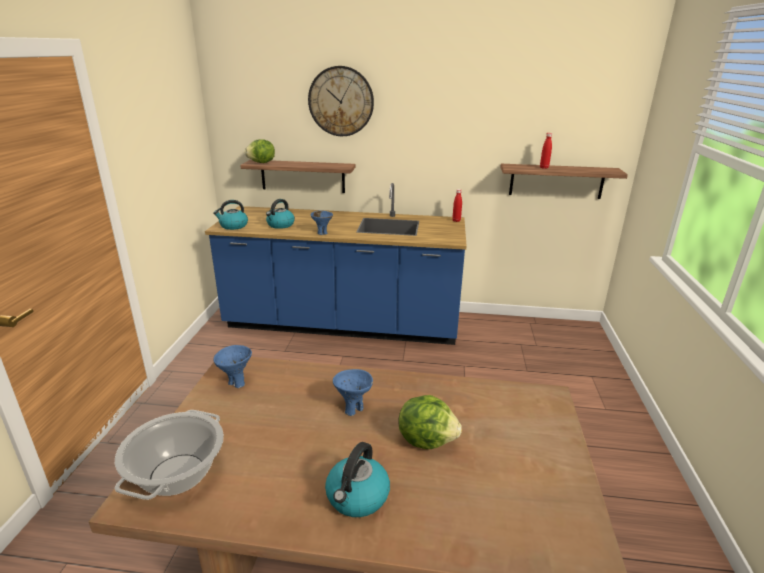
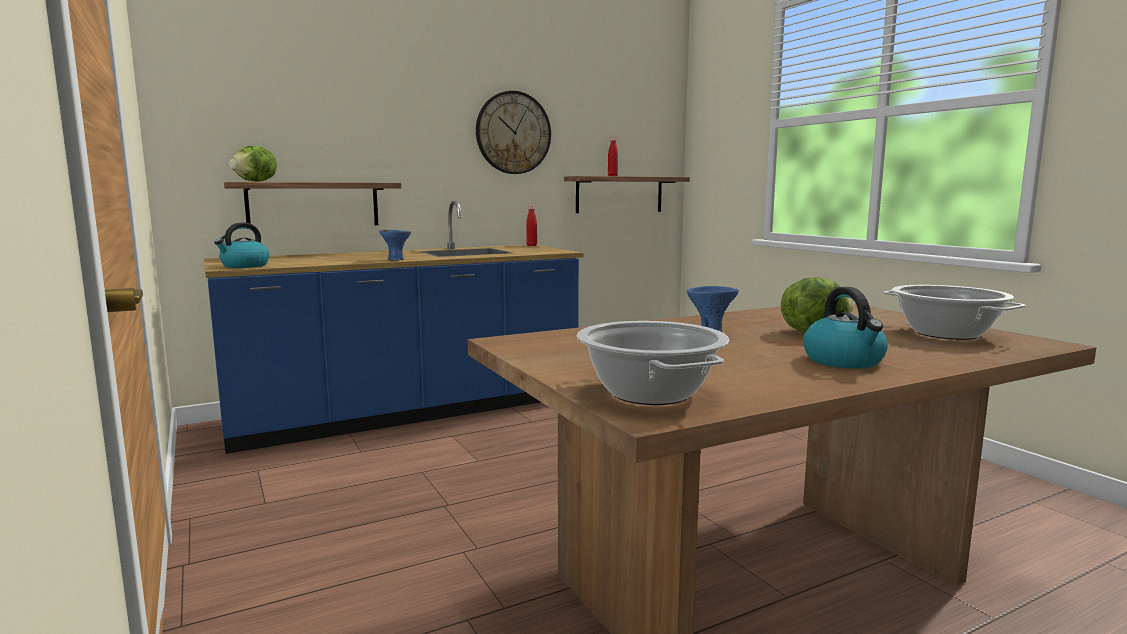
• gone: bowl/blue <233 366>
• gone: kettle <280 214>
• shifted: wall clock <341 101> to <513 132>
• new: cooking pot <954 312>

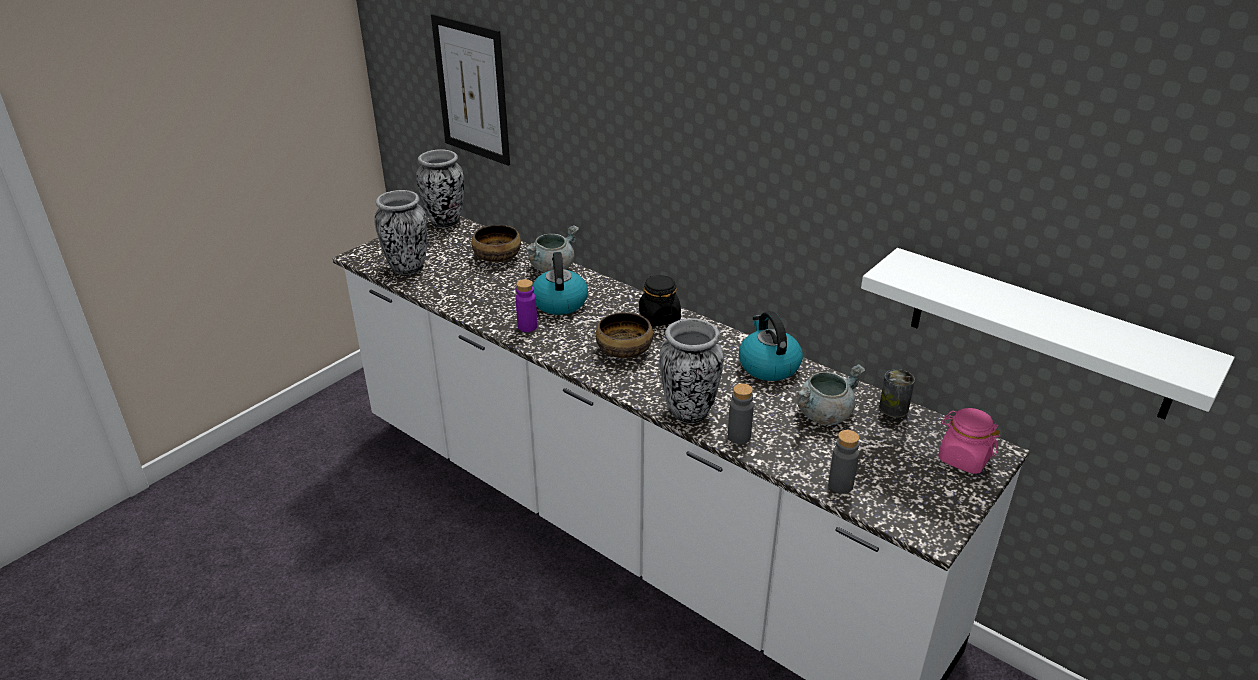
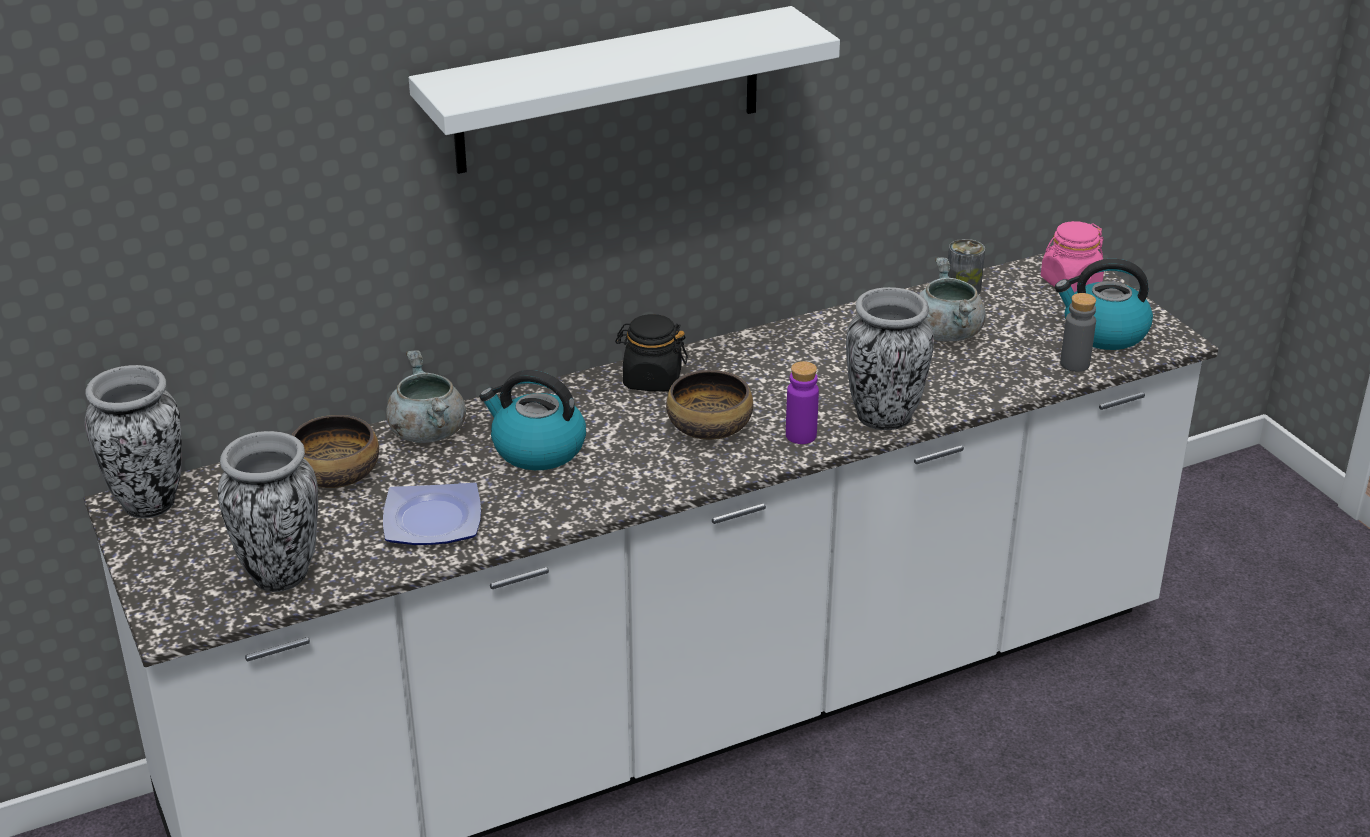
• gone: picture <470 90>
• shifted: bottle/purple <526 305> to <802 402>
• gone: bottle/grey <741 413>
• shifted: kettle <771 346> to <1104 304>
• shifted: shelf/white <1048 333> to <624 90>
• new: plate <432 514>

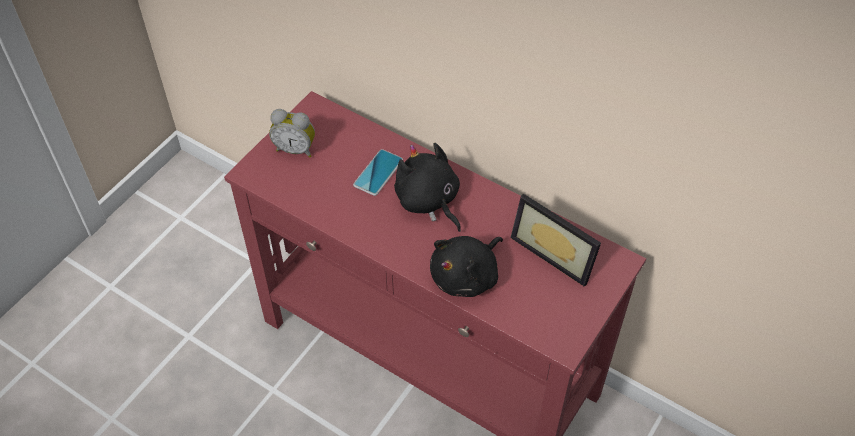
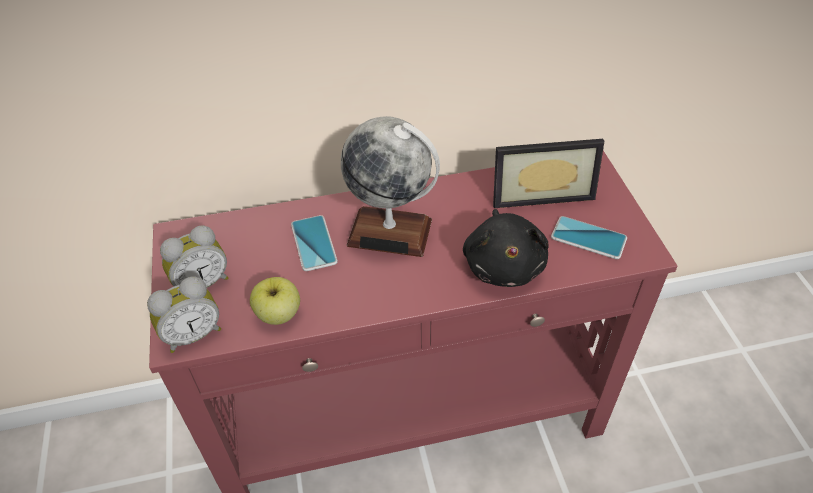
• swapped: plush toy/black <427 187> to globe <390 186>
• new: alarm clock <184 315>
• new: apple <275 301>
• new: phone <589 237>

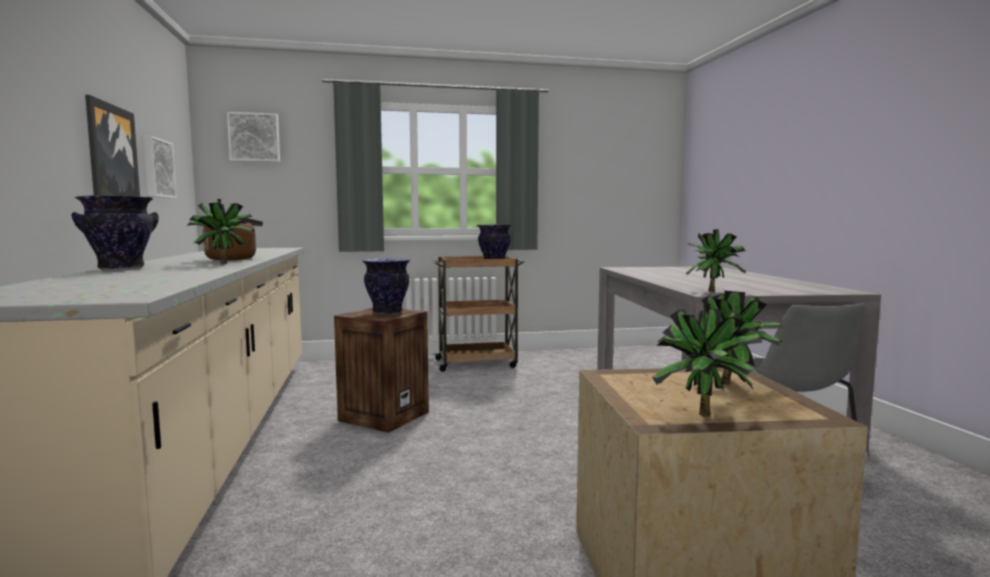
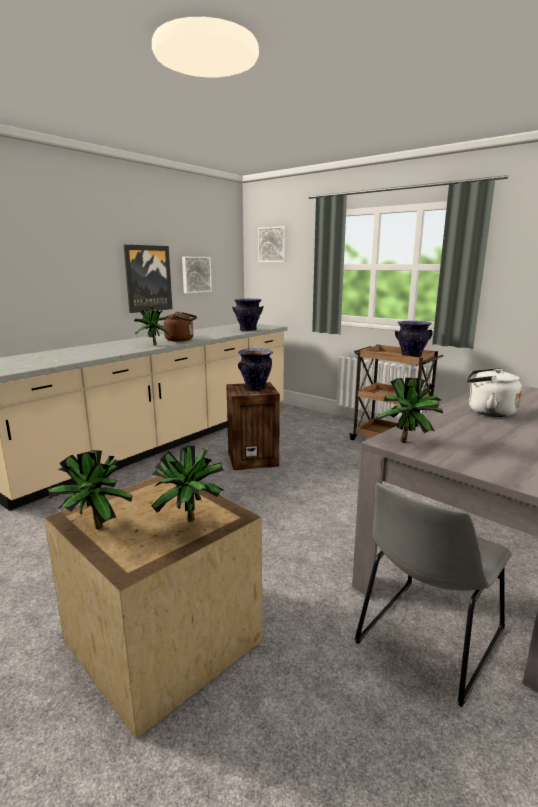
• shifted: vase <115 232> to <248 315>
• new: kettle/white <494 392>

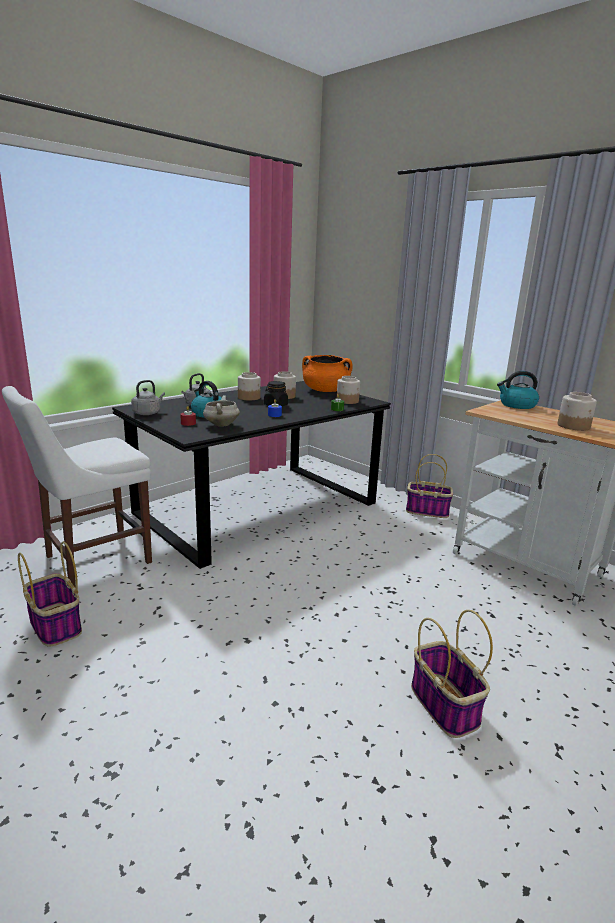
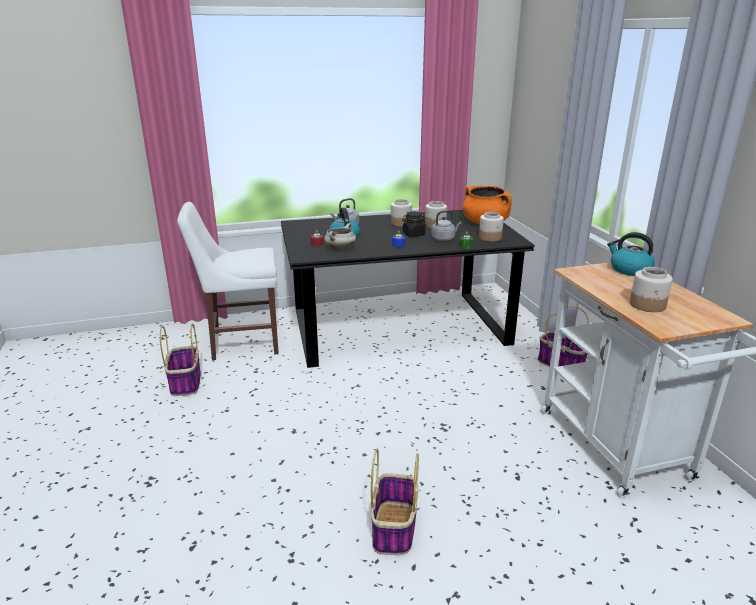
• shifted: kettle/grey <148 397> to <446 225>

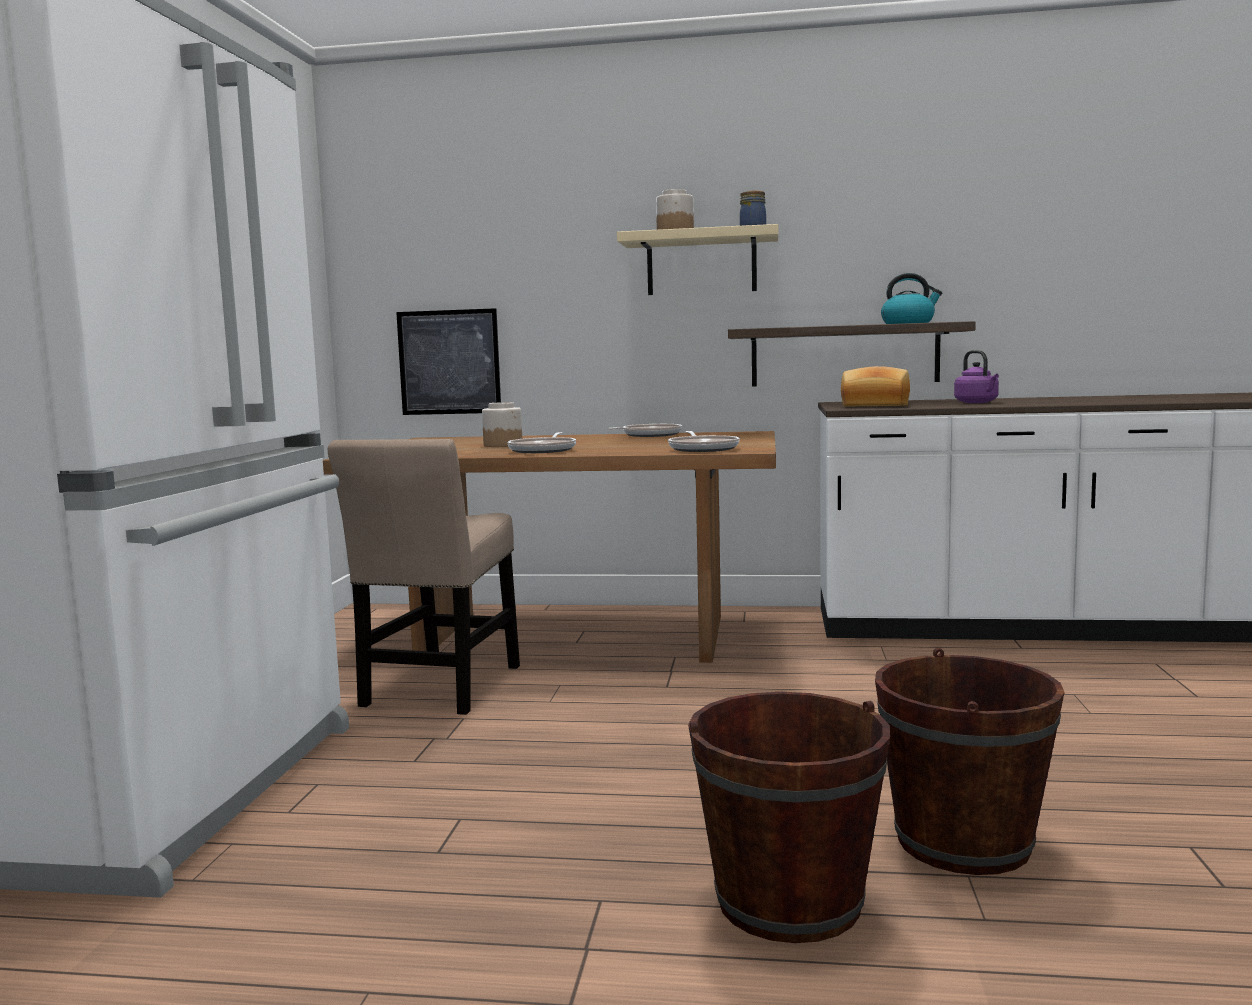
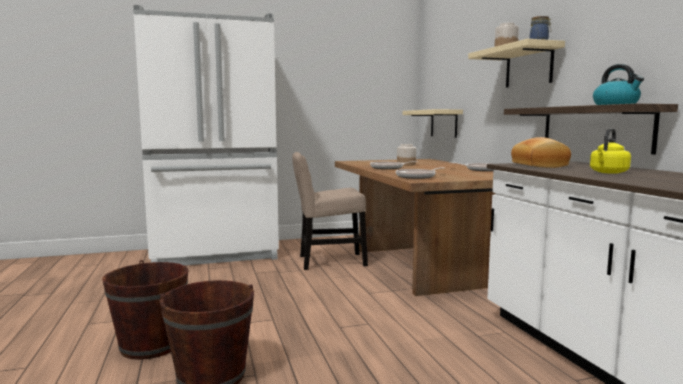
• swapped: picture <448 361> to shelf/beige <432 123>
• repainted: kettle/purple <976 376> to kettle/yellow <610 151>

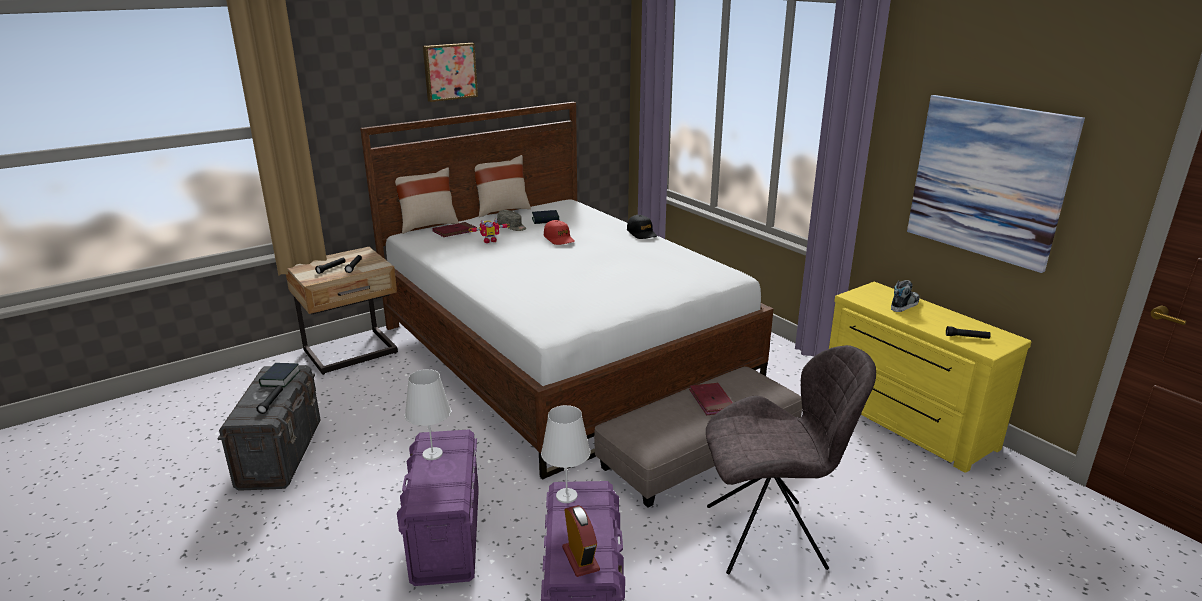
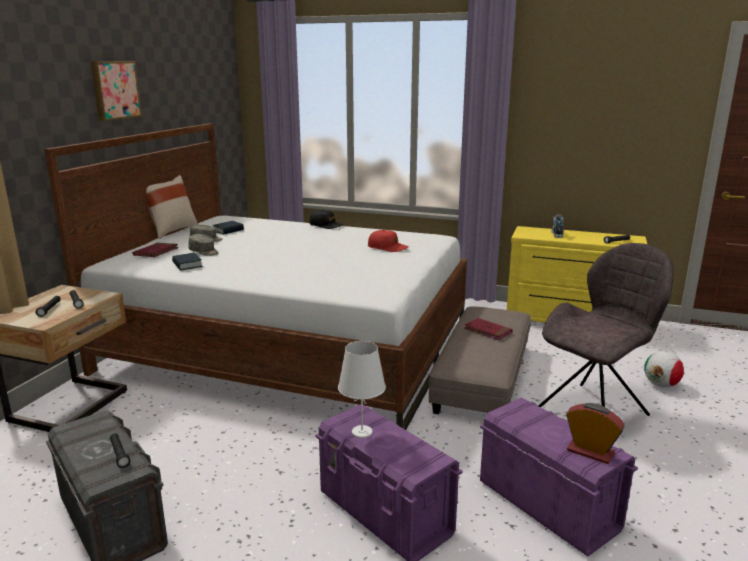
• shifted: book <280 375> to <187 262>
• gone: pillow/beige <427 200>
• swapped: toy robot <489 231> to cap/grey <203 245>
• gone: table lamp/white <566 454>
• shifted: cap/red <559 232> to <388 241>
• gone: picture <996 184>
• new: football <664 369>

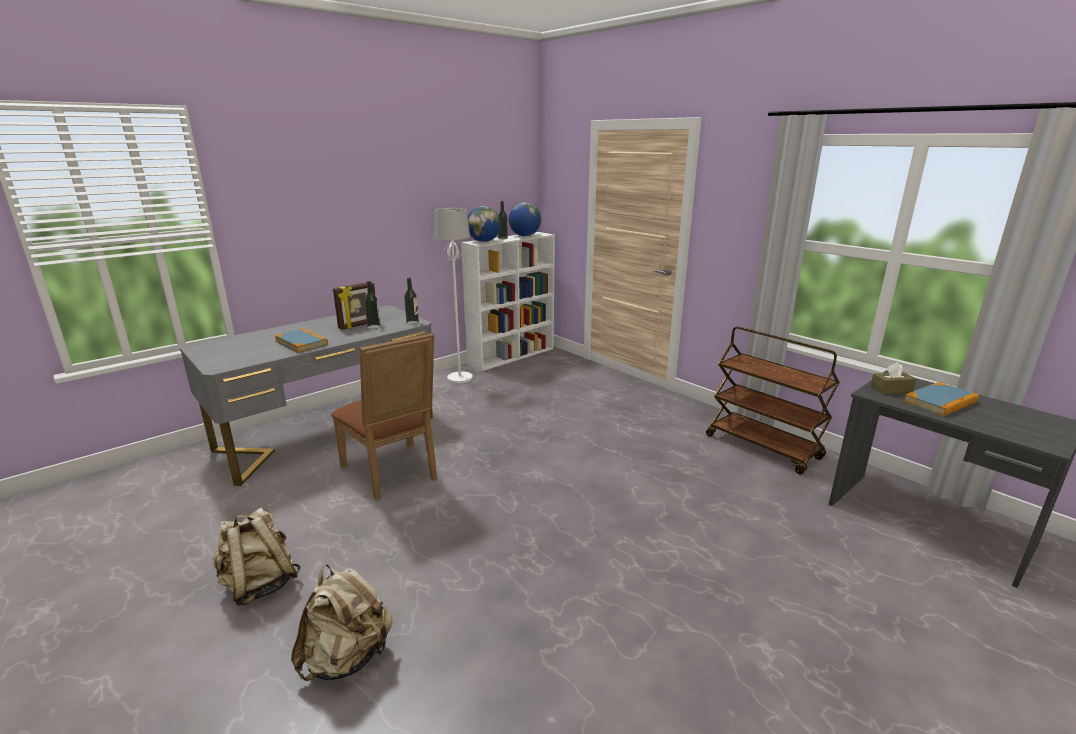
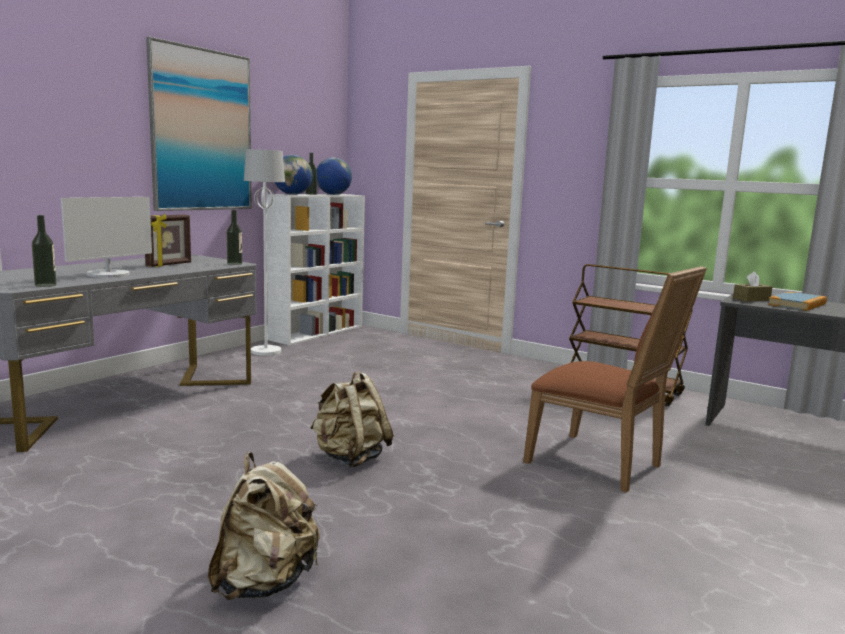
• shifted: backpack/beige <257 557> to <352 420>
• swapped: book <301 340> to monitor <106 237>
• shifted: chair/brown <384 416> to <615 379>
• shifted: bottle <372 305> to <44 251>
• new: picture <199 124>

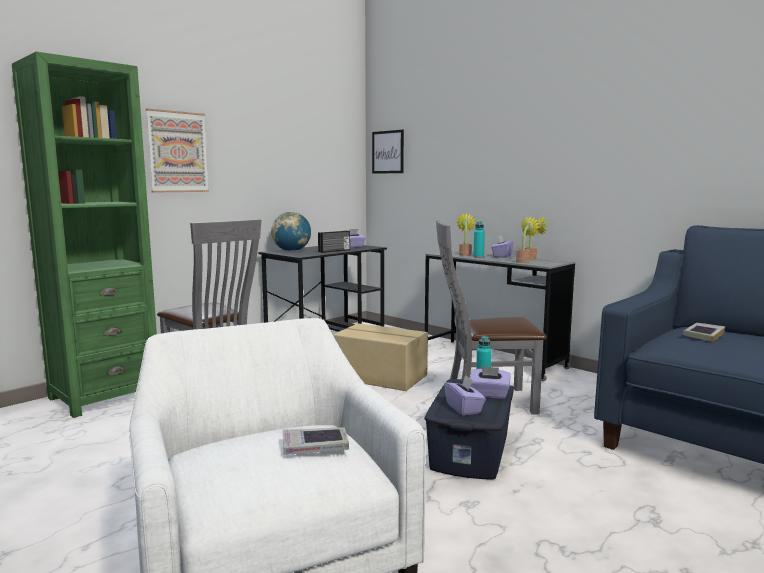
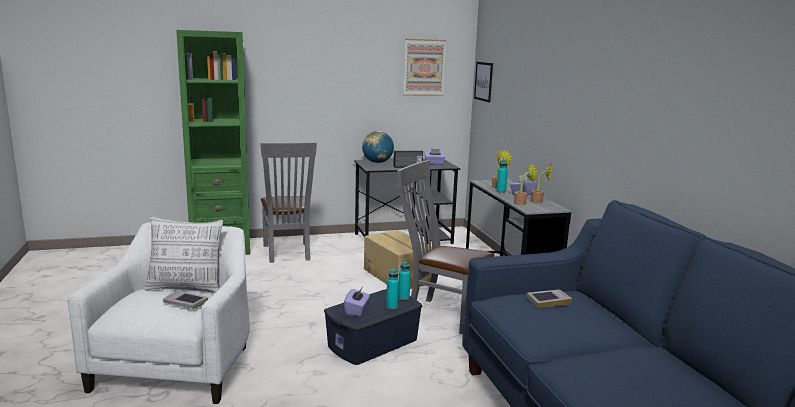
• shifted: picture <177 150> to <425 67>
• swapped: tissue box/purple <490 382> to bottle/turquoise <392 288>
• new: pillow <183 254>

